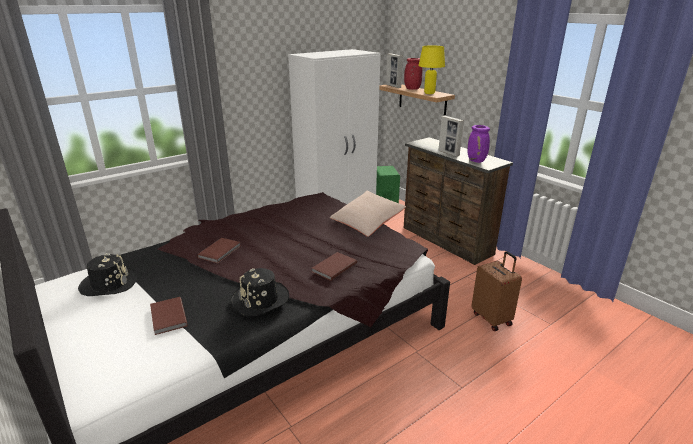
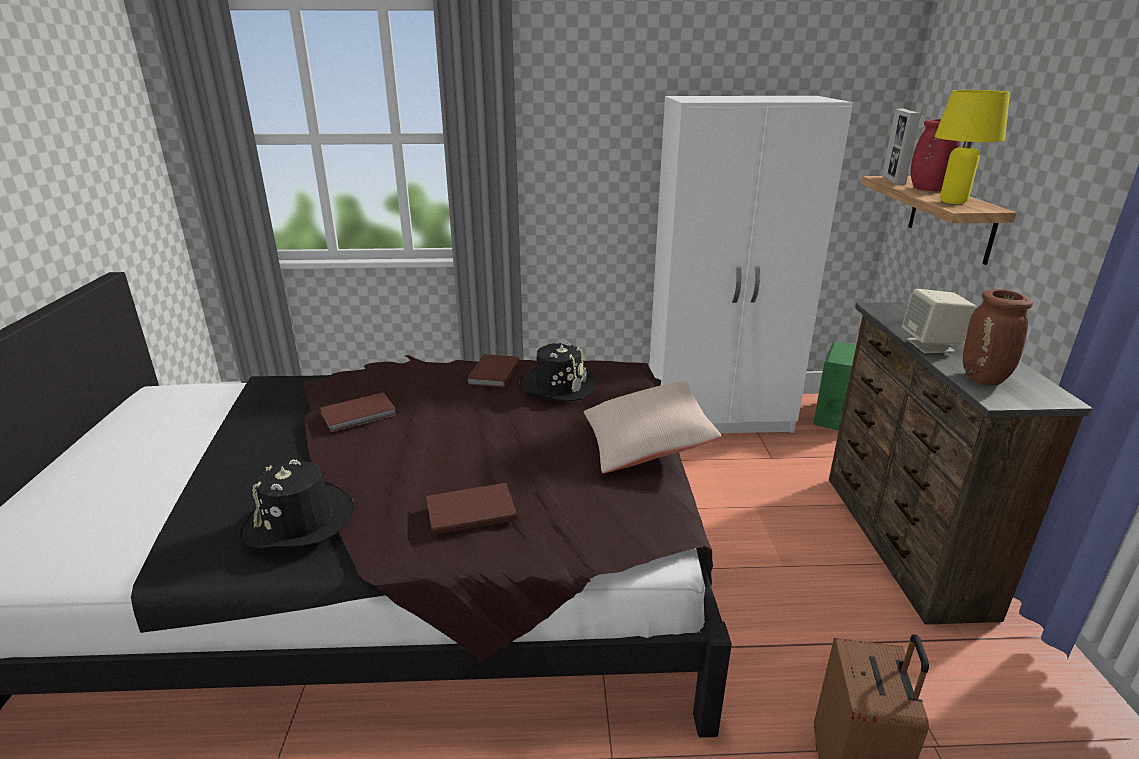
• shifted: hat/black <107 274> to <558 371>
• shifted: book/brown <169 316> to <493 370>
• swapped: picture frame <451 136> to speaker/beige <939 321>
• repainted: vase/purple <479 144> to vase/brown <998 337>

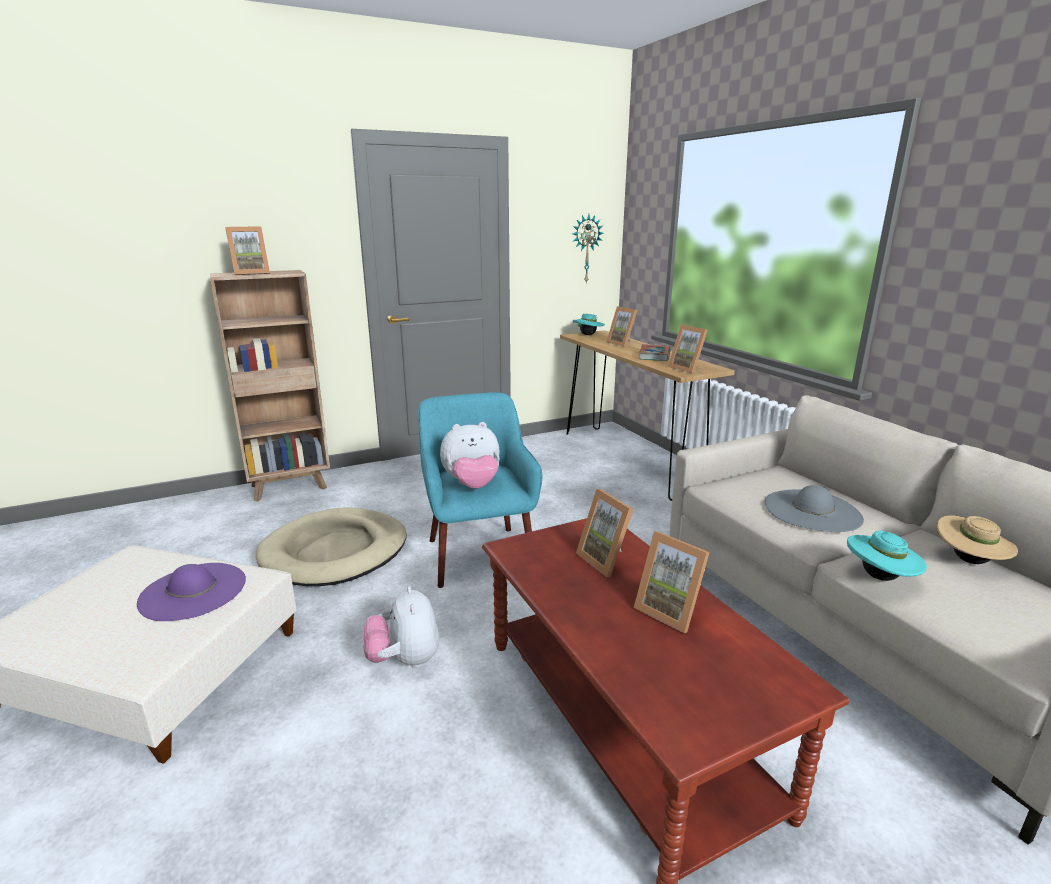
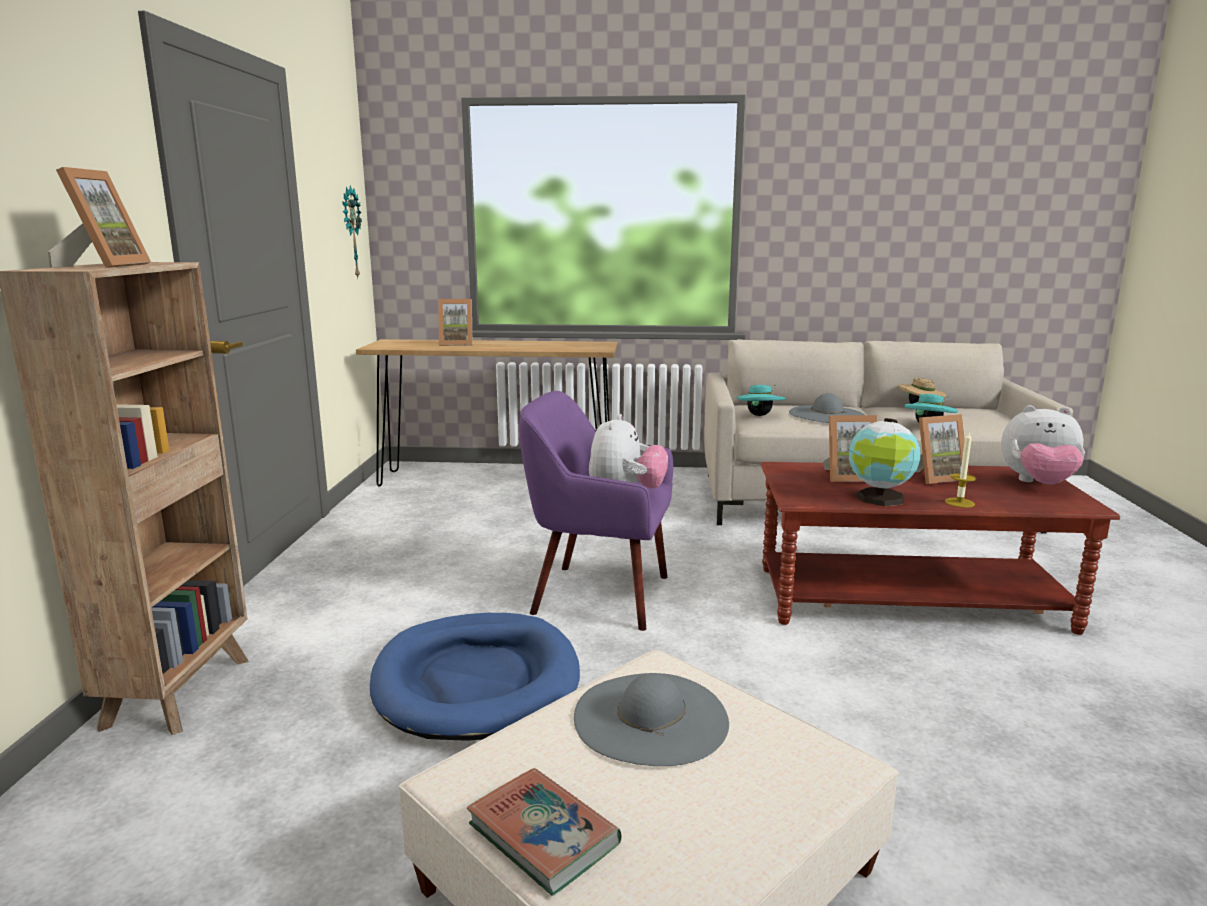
• repainted: hat/purple <191 592> to hat/grey <651 719>
• repainted: dog bed/beige <331 546> to dog bed/blue <475 677>
• shifted: plush toy <401 627> to <1043 445>
• repainted: armchair/turquoise <480 490> to armchair/purple <596 511>
• shifted: hat/turquoise <589 324> to <761 400>
• shifted: book <655 352> to <544 832>
• gone: picture frame <688 349>
• new: globe <884 462>
• new: candle <960 470>

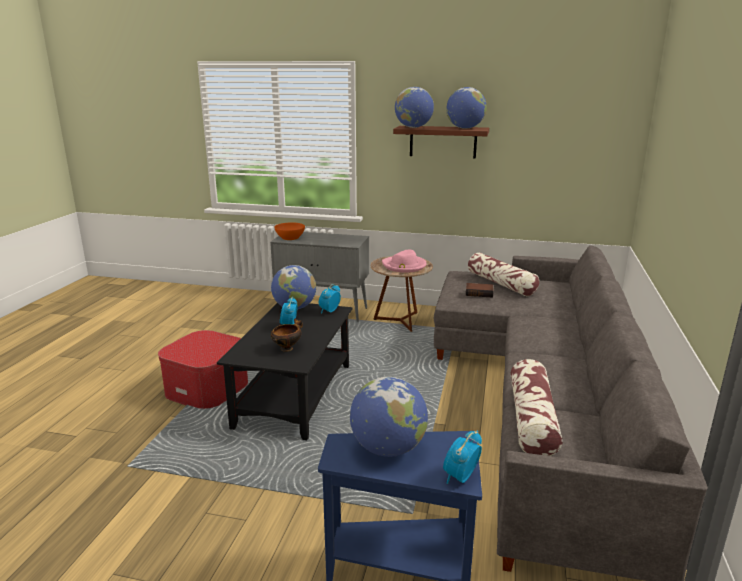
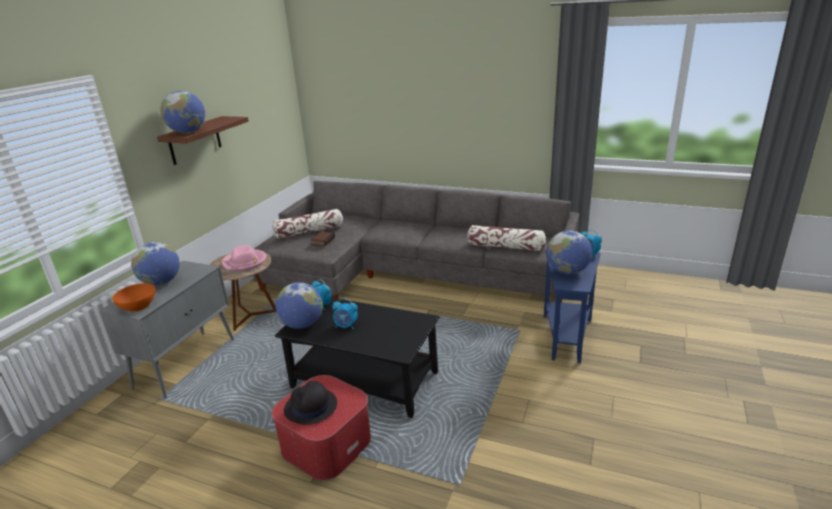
• gone: bowl <287 335>
• shifted: globe <466 108> to <155 263>
• new: hat/black <310 403>

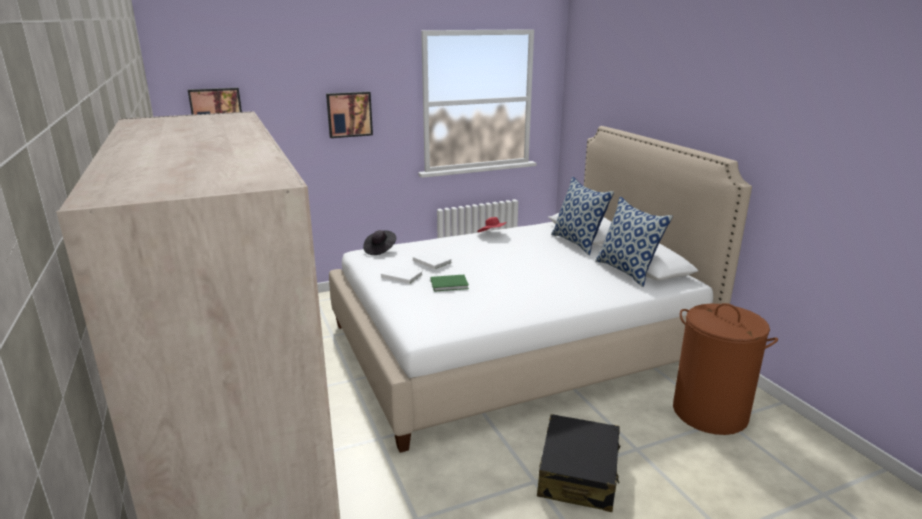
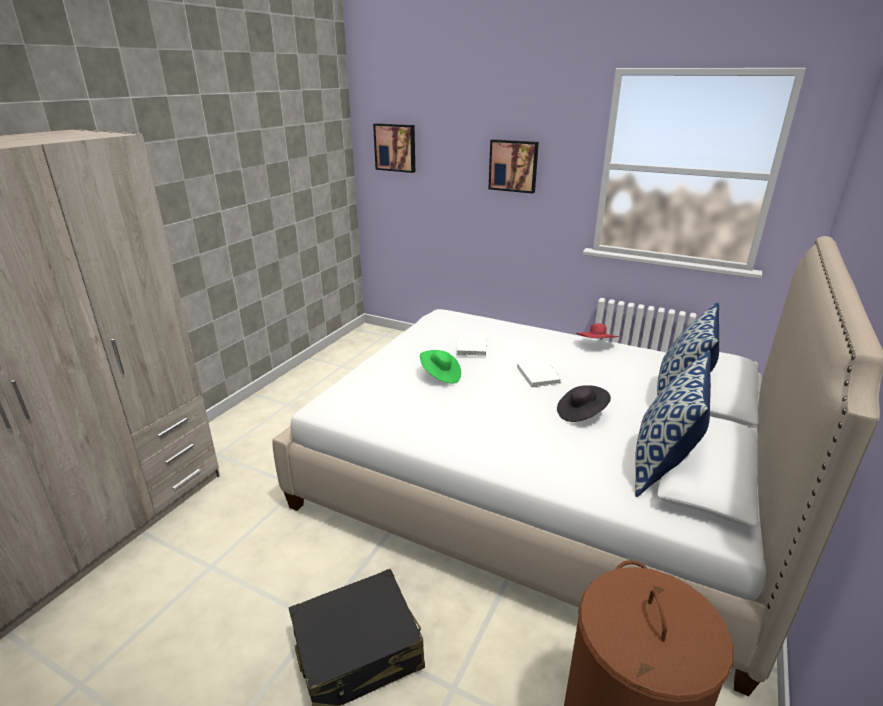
• shifted: hat/black <379 242> to <584 403>
• shifted: book/white <402 274> to <539 373>
• swapped: book/green <450 283> to hat/green <440 367>

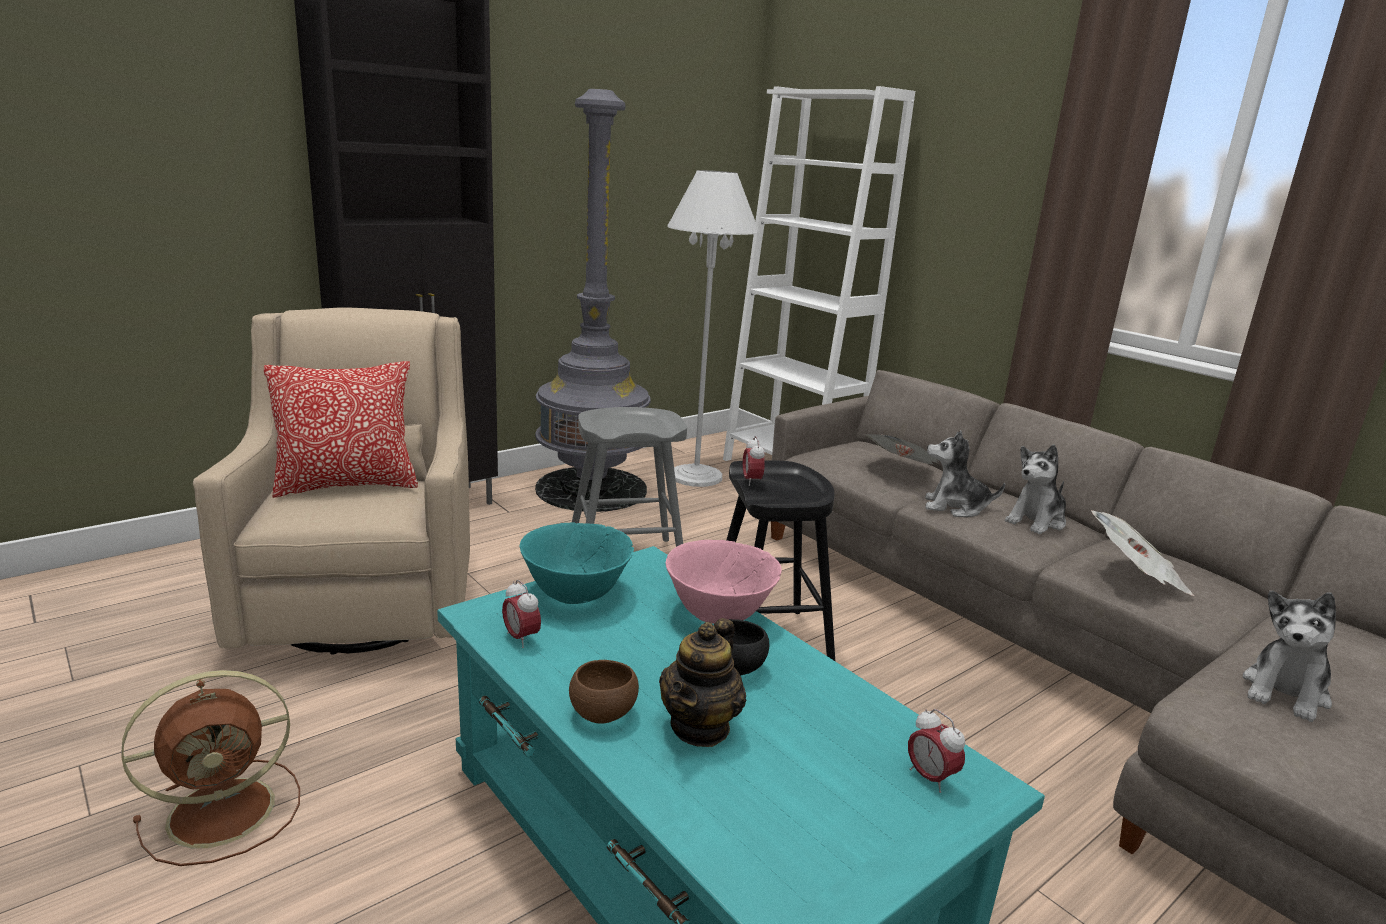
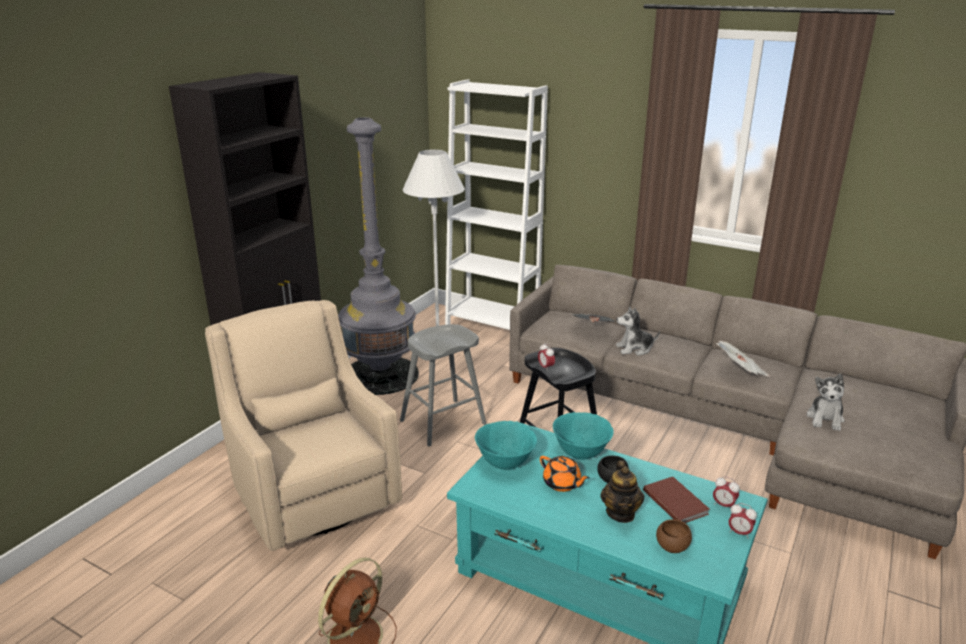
• gone: pillow <341 429>
• shifted: alarm clock <521 614> to <743 520>
• shifted: bowl/brown <604 691> to <674 536>
• repainted: bowl/pink <724 582> to bowl/turquoise <583 436>
• gone: plush toy <1035 489>
• new: teapot/orange <565 474>
• new: book/brown <676 500>

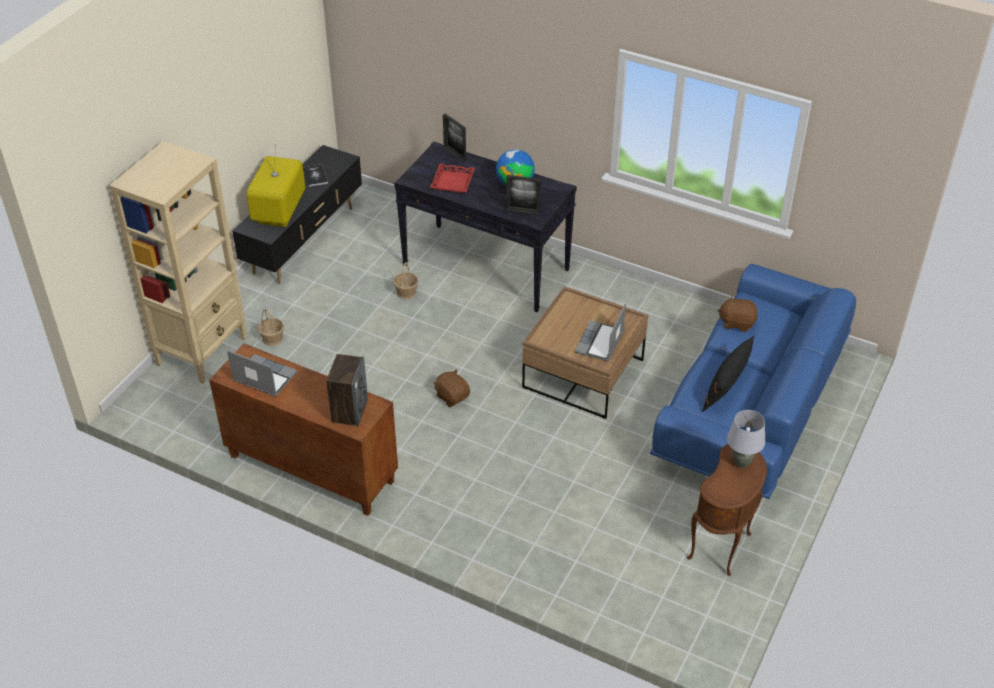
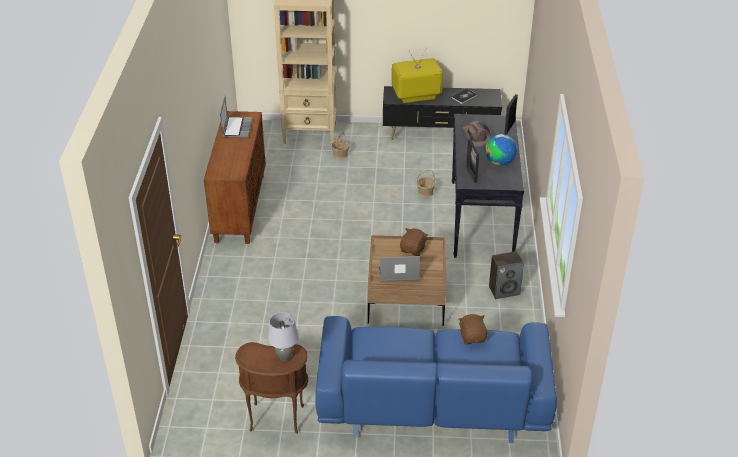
• shifted: speaker <347 390> to <506 275>
• swapped: tray/red <452 178> to hat/brown <477 134>
• shifted: plush toy/brown <451 388> to <414 242>
• gone: pillow/black <728 374>

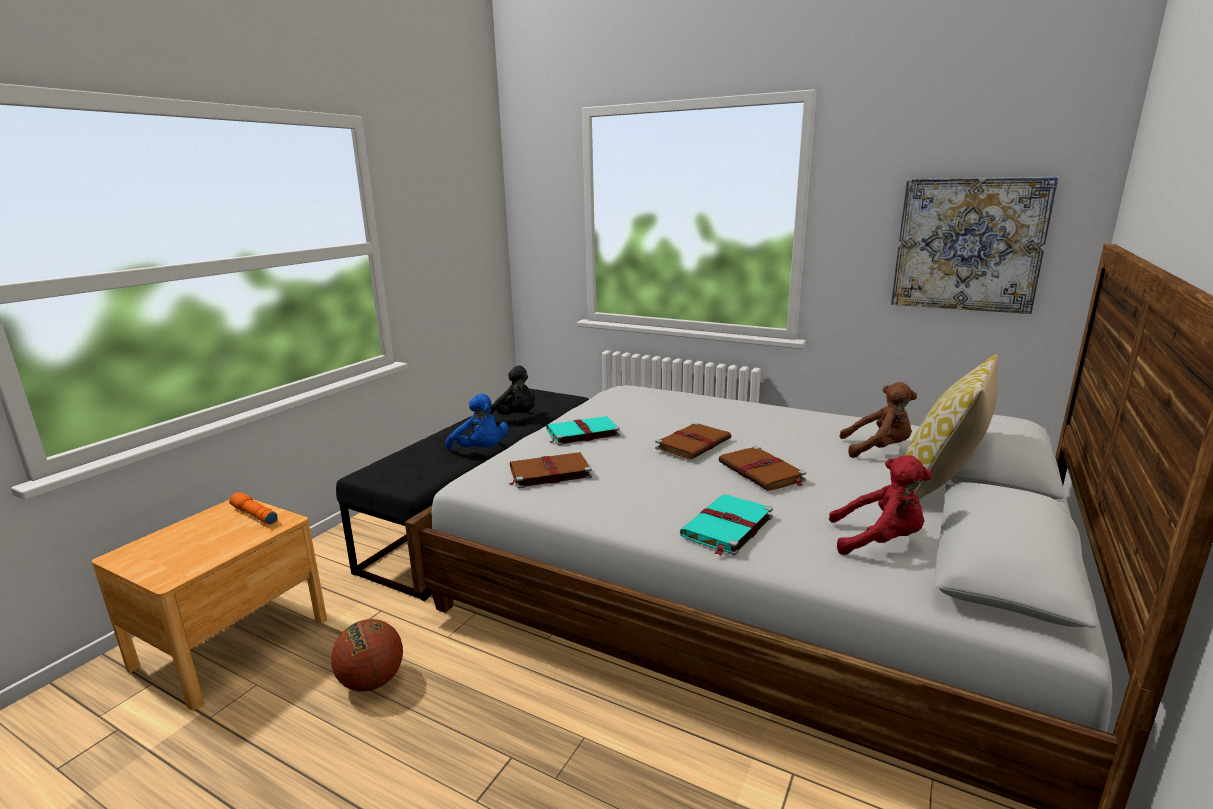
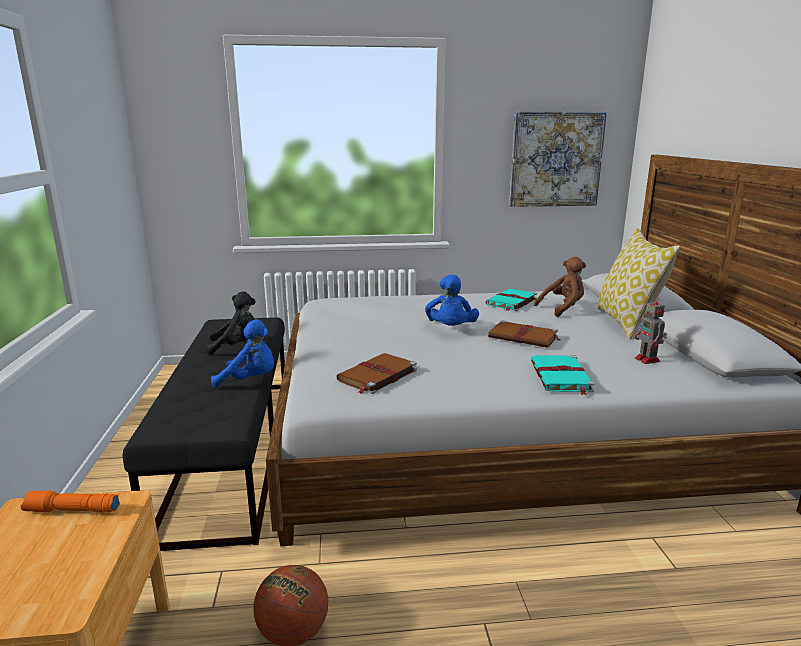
• shifted: book/turquoise <583 430> to <511 300>
• swapped: book/brown <693 440> to plush toy/blue <452 300>
• swapped: plush toy/red <880 505> to toy robot <651 330>

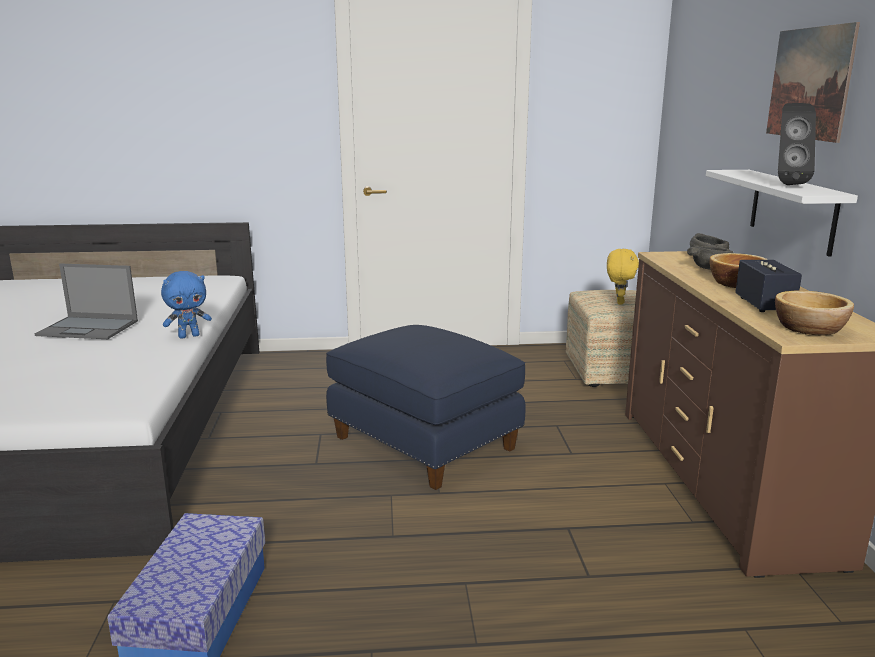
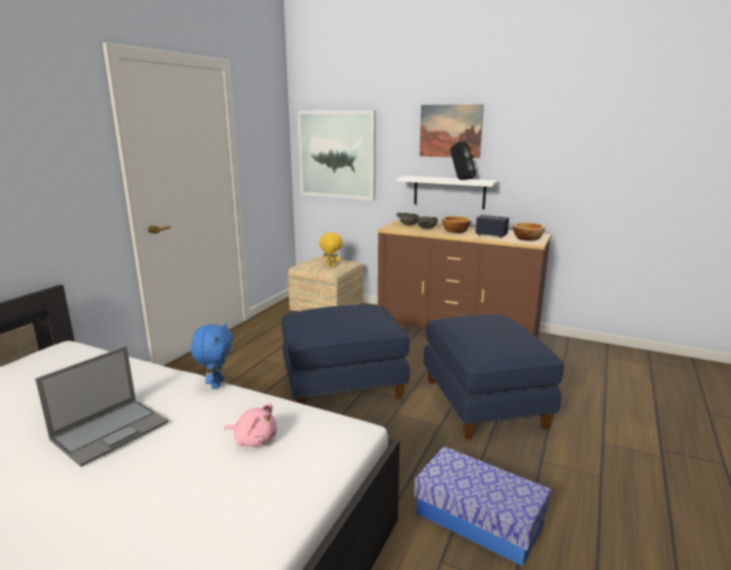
• new: plush toy/pink <250 425>
• new: picture <336 155>
• new: ottoman/blue <494 377>

